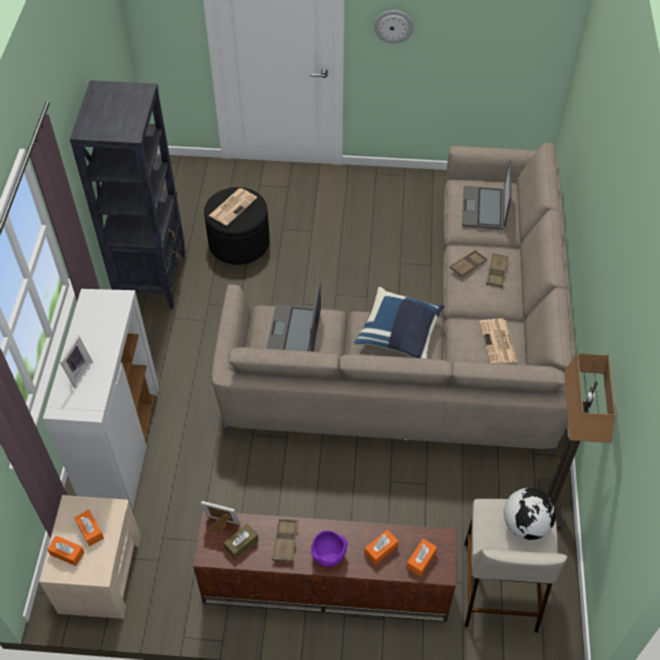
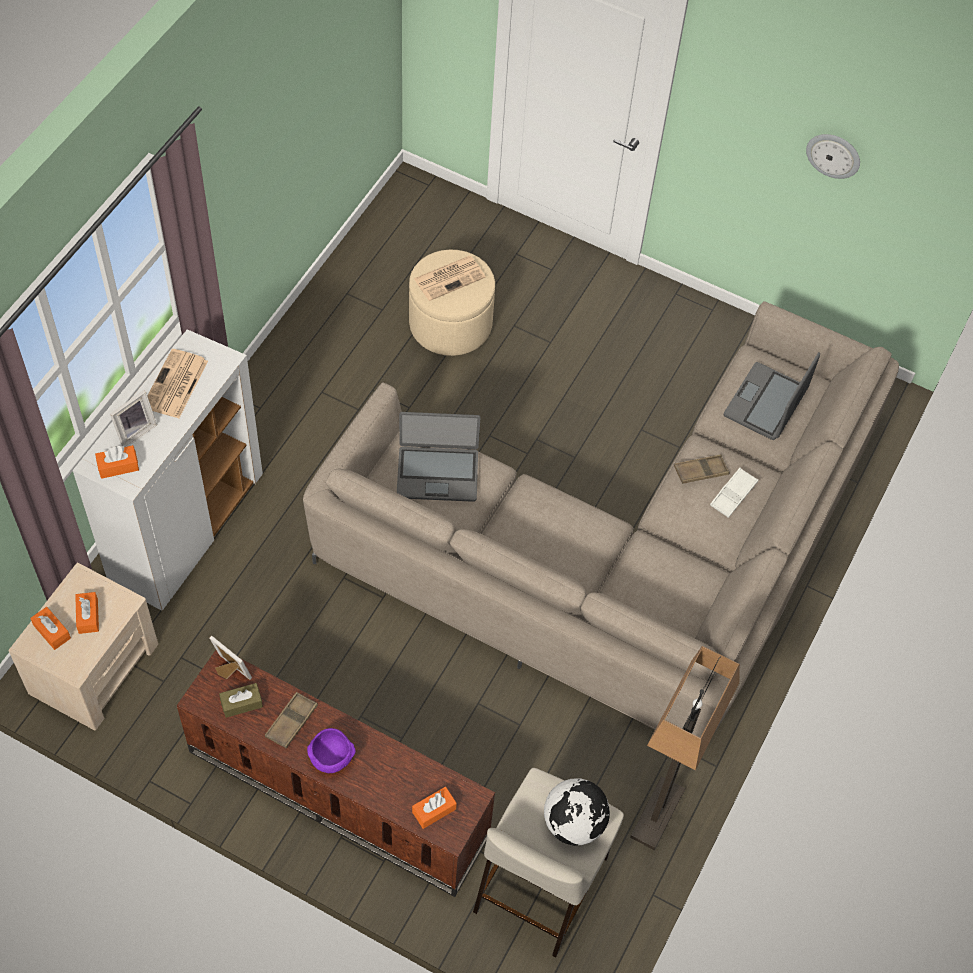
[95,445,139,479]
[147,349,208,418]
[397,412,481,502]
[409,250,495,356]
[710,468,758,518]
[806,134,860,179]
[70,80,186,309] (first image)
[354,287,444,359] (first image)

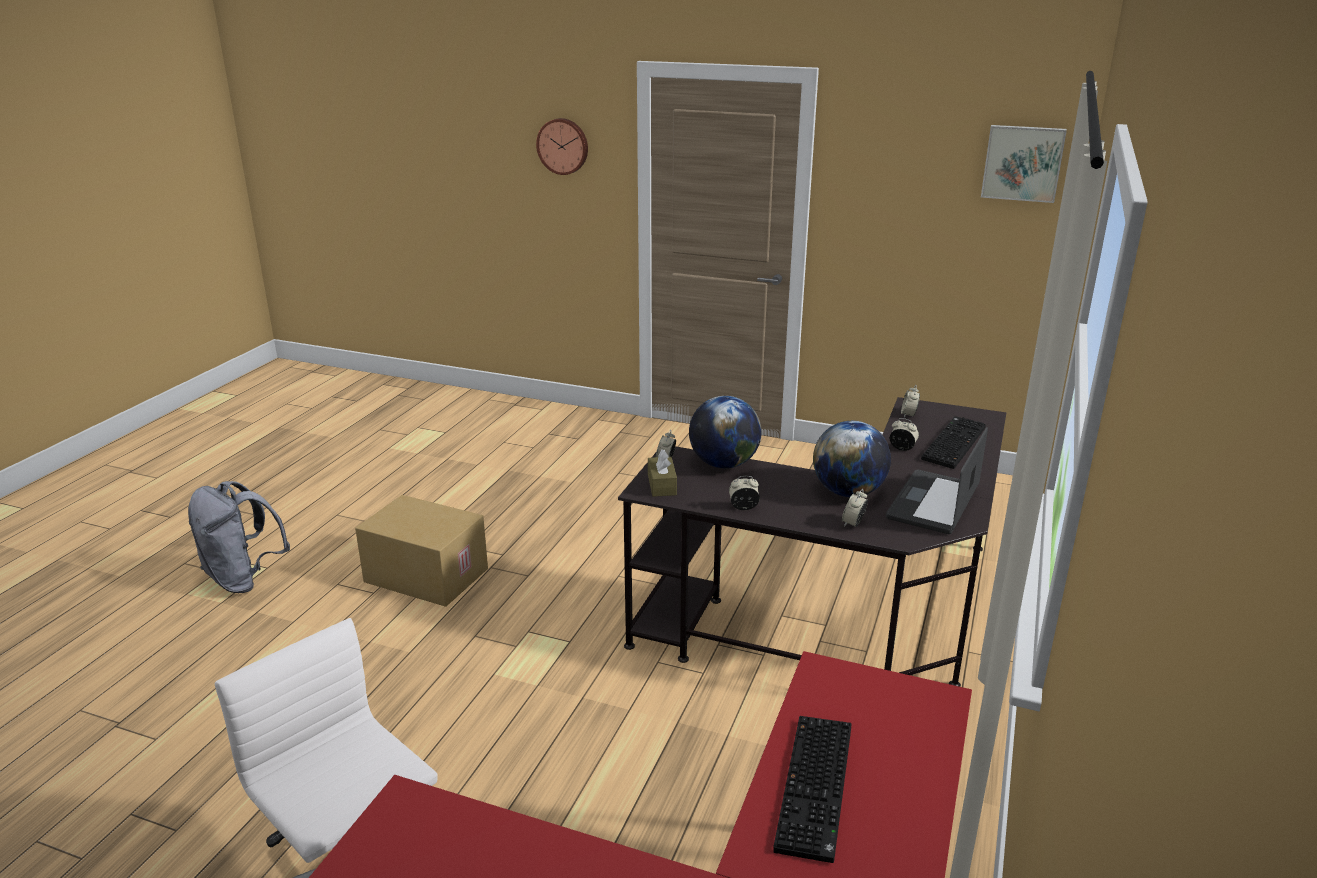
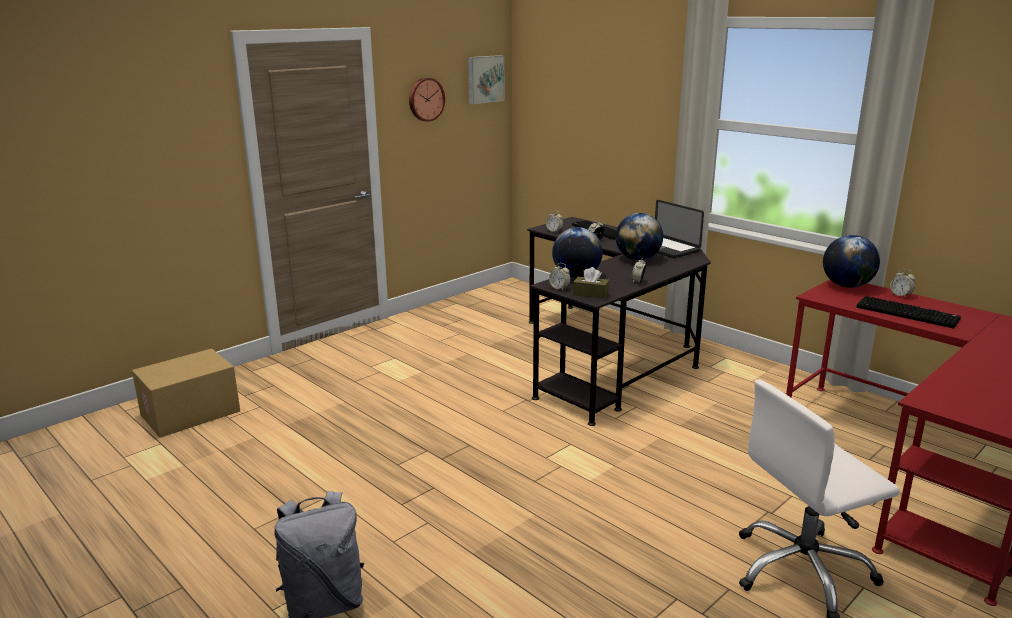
[132,349,240,438]
[409,78,445,122]
[823,235,880,288]
[890,269,915,298]

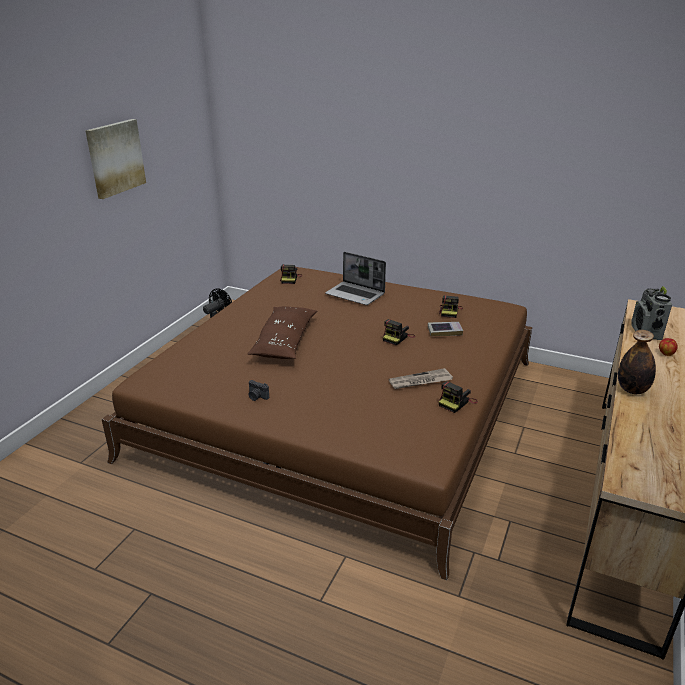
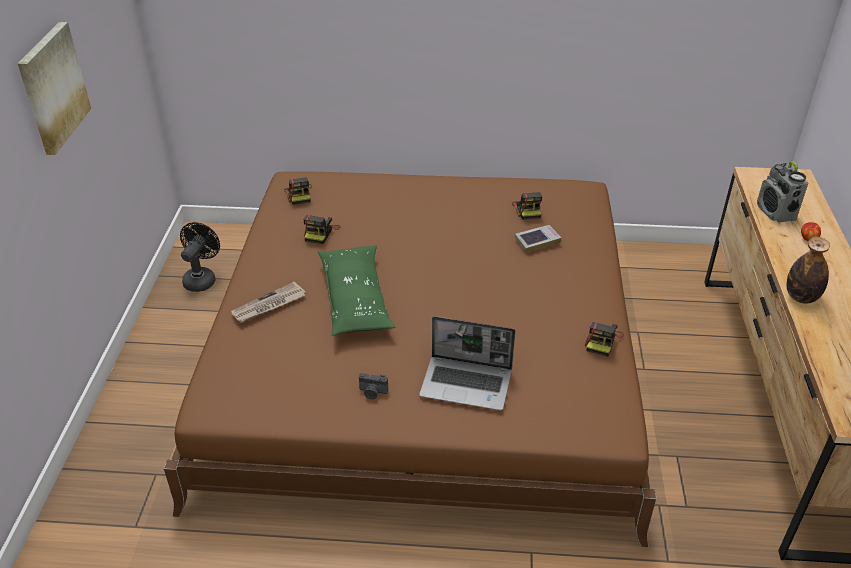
[231,281,306,323]
[304,215,341,244]
[318,246,395,336]
[419,316,515,411]

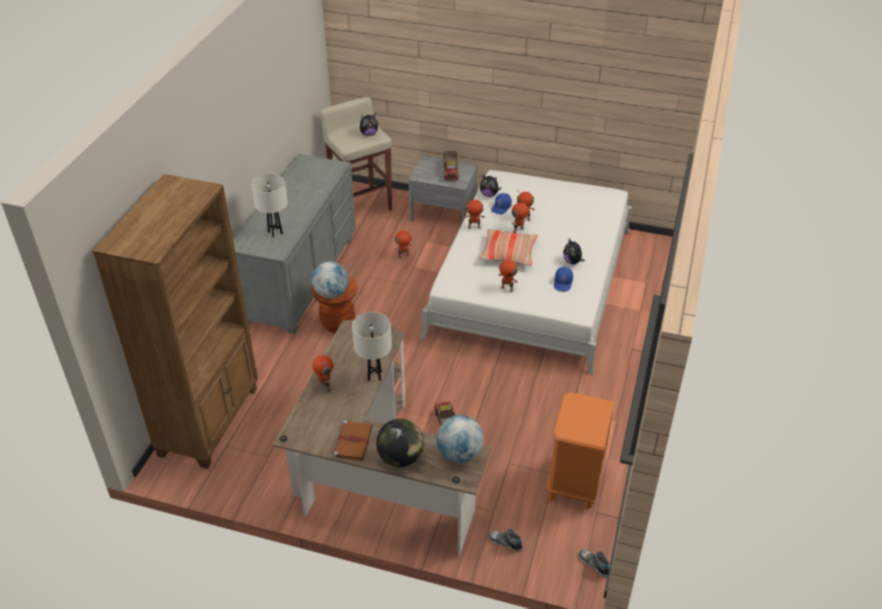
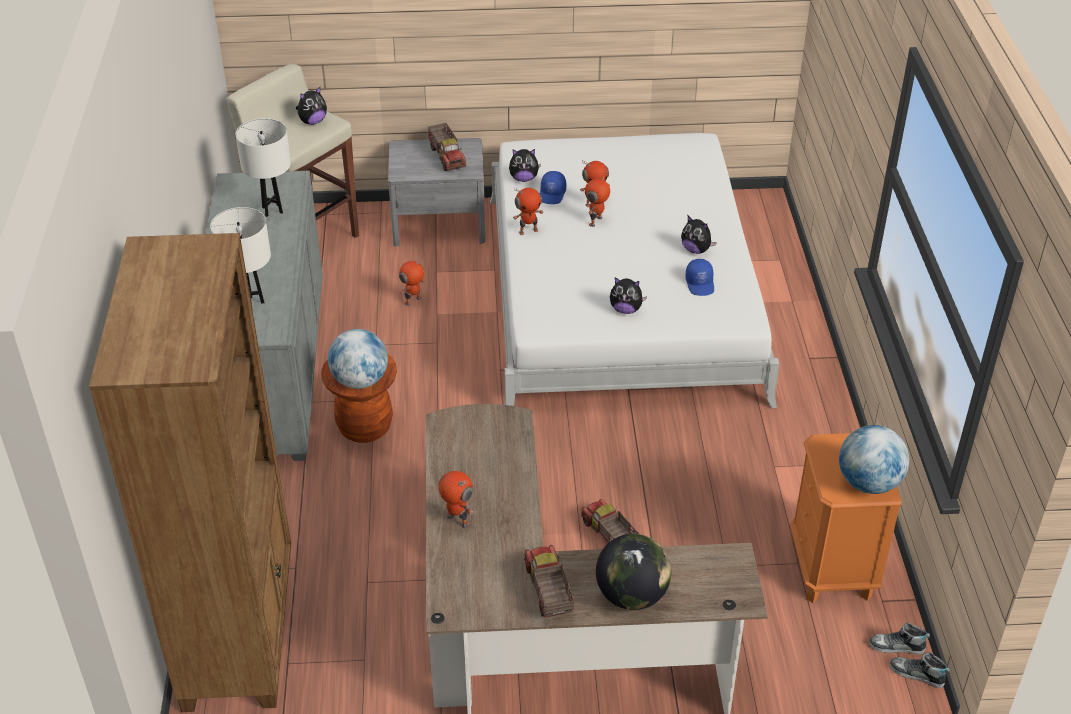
[235,118,291,217]
[524,545,574,618]
[610,277,647,314]
[839,425,909,494]
[869,623,930,655]
[479,229,538,266] (first image)

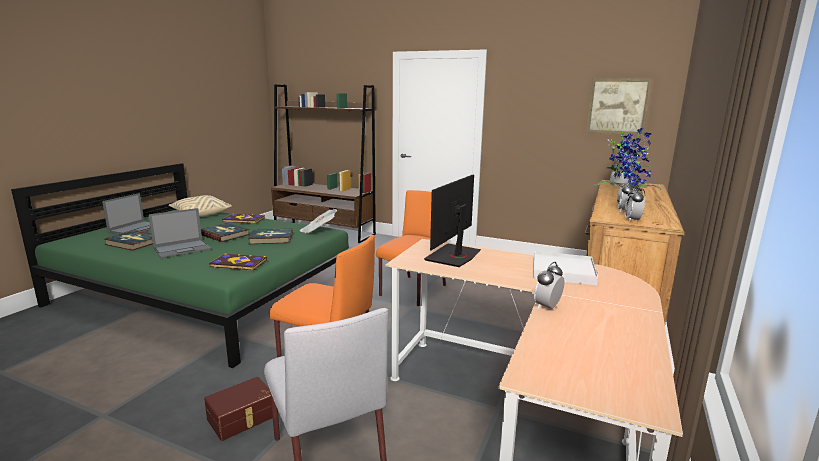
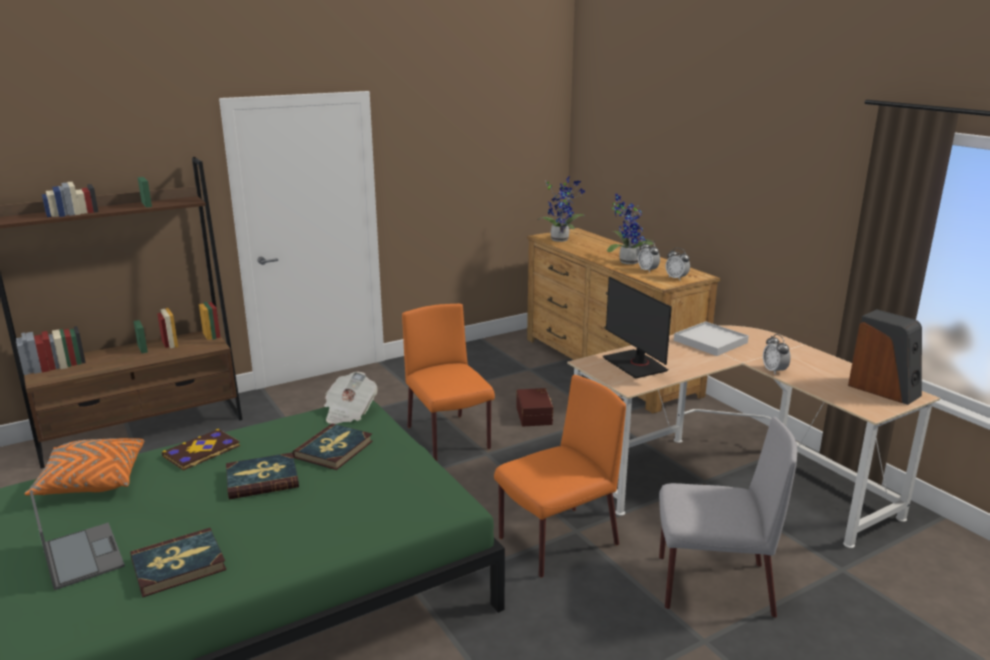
[25,438,144,495]
[516,388,553,426]
[848,309,922,405]
[148,208,211,258] (first image)
[209,253,267,271] (first image)
[586,78,652,136] (first image)

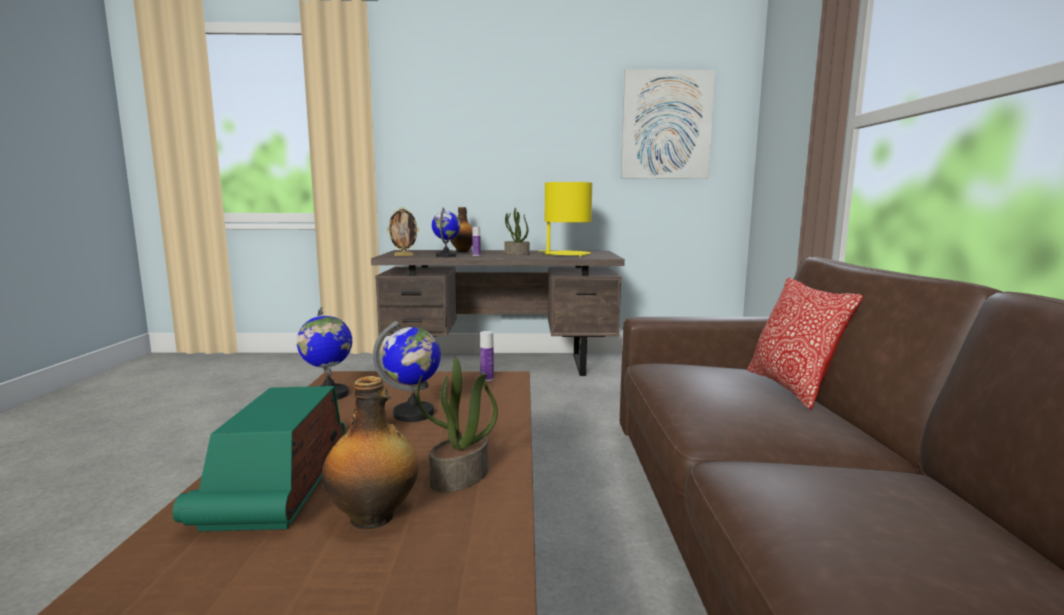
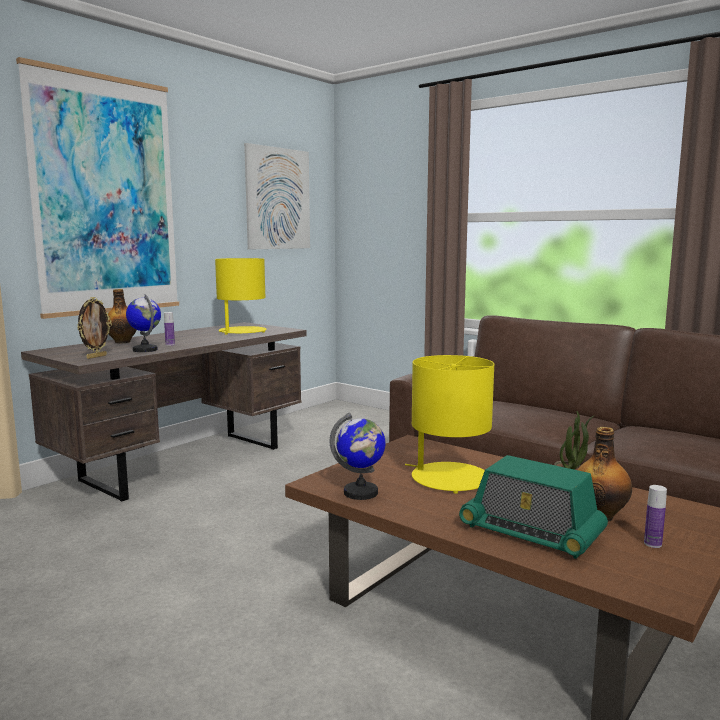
[16,57,179,319]
[405,355,494,494]
[644,485,667,548]
[504,208,530,255] (first image)
[747,278,863,410] (first image)

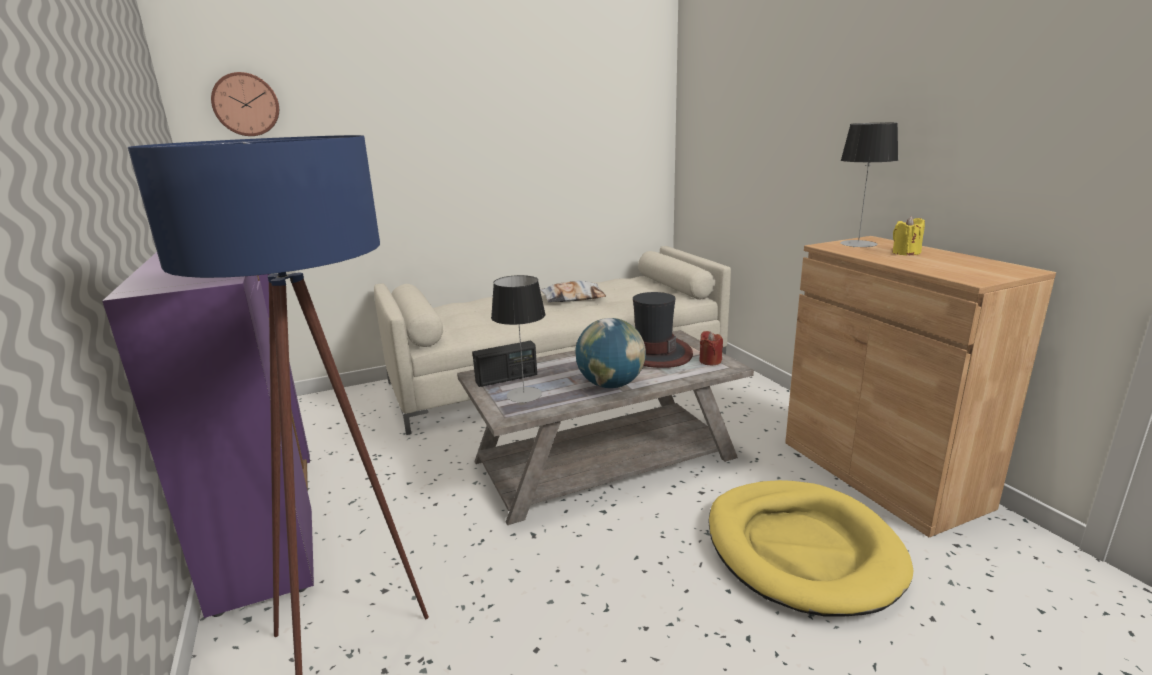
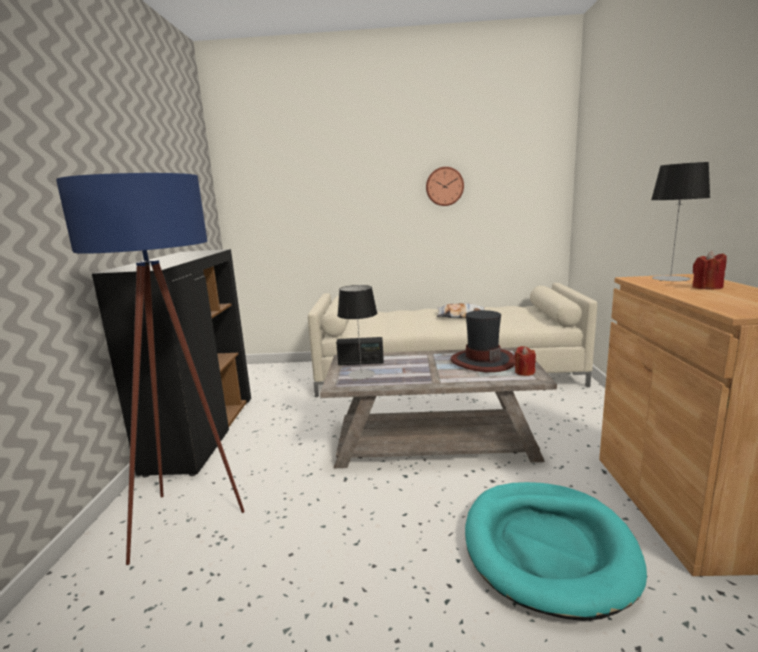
[92,249,251,478]
[426,167,464,206]
[465,482,647,621]
[692,251,727,289]
[575,318,646,388] (first image)

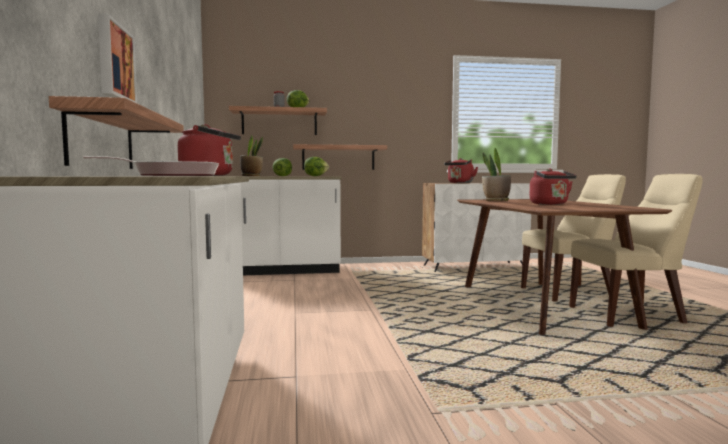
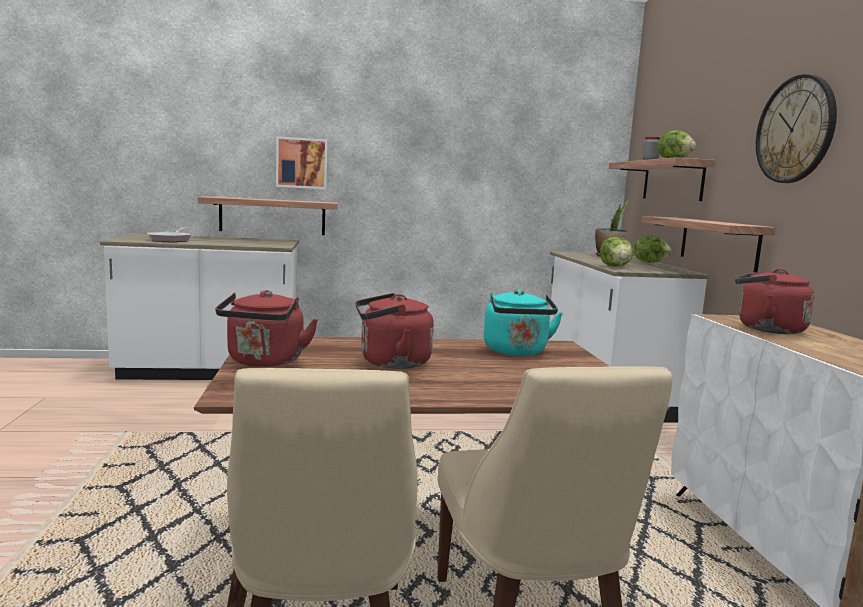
[215,290,318,367]
[484,289,563,356]
[756,74,837,183]

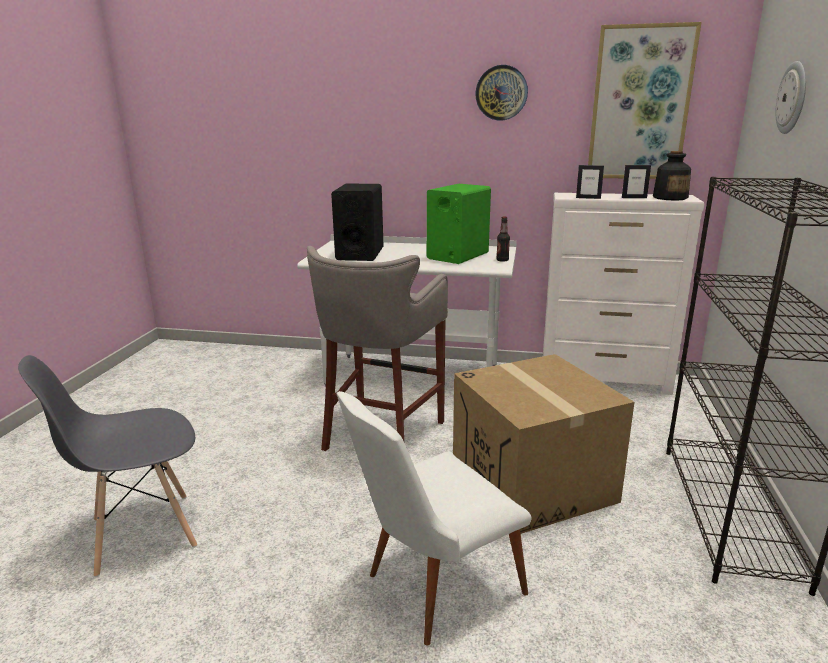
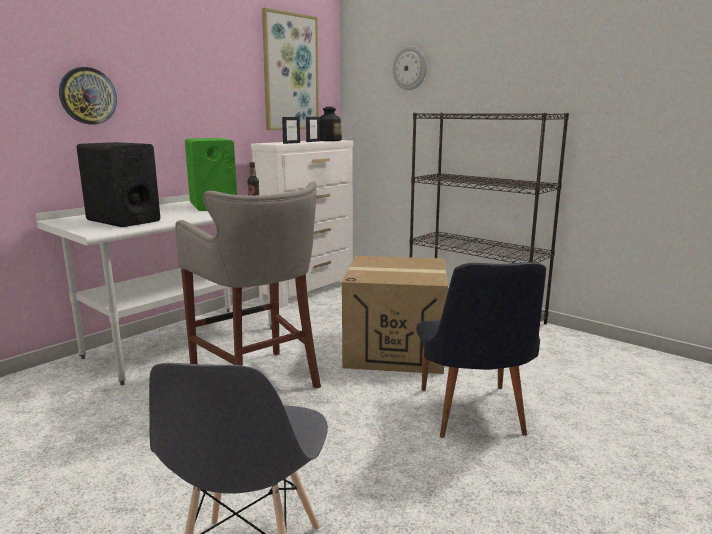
[59,67,117,125]
[416,262,546,438]

